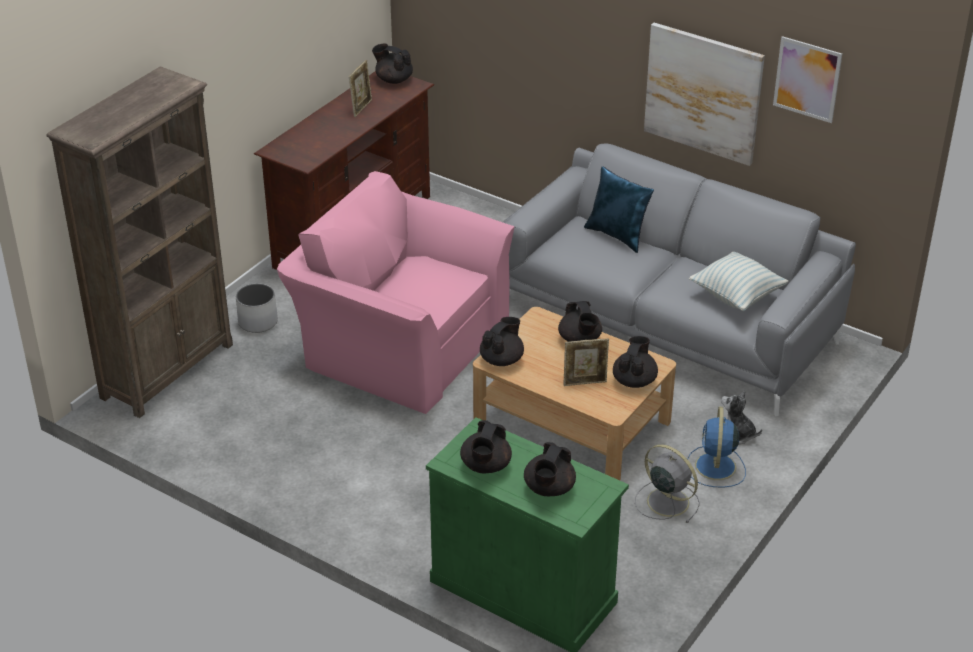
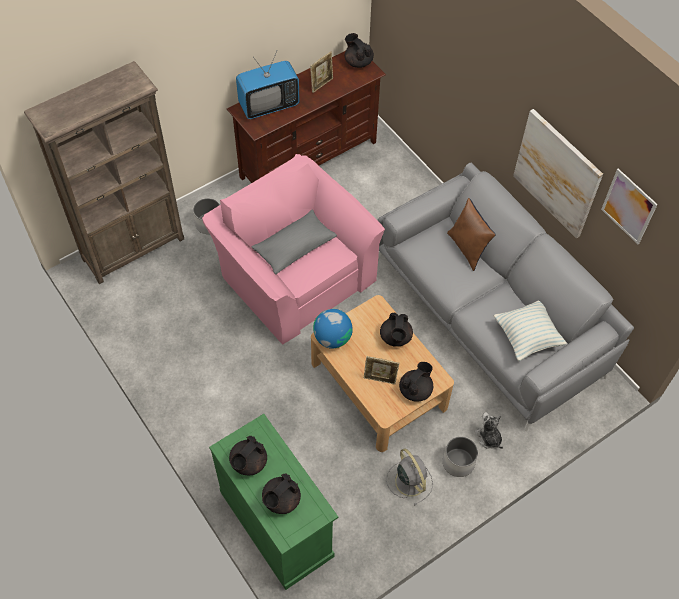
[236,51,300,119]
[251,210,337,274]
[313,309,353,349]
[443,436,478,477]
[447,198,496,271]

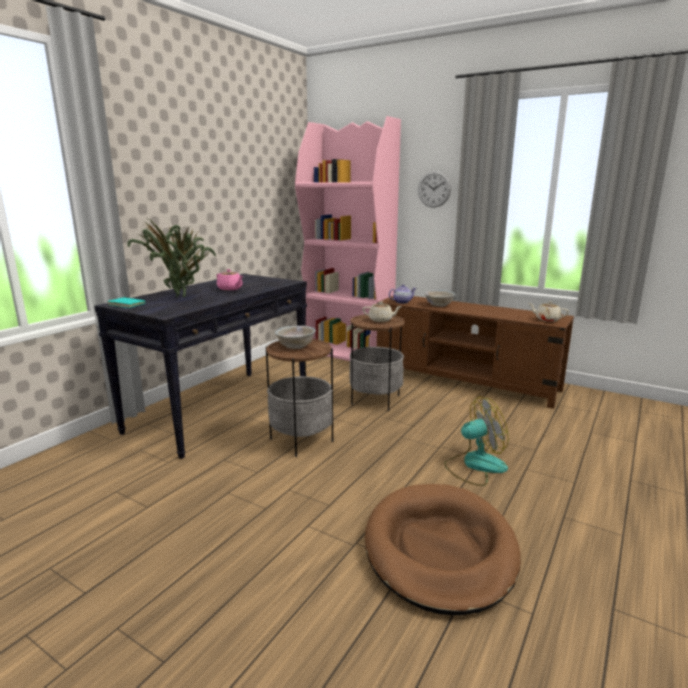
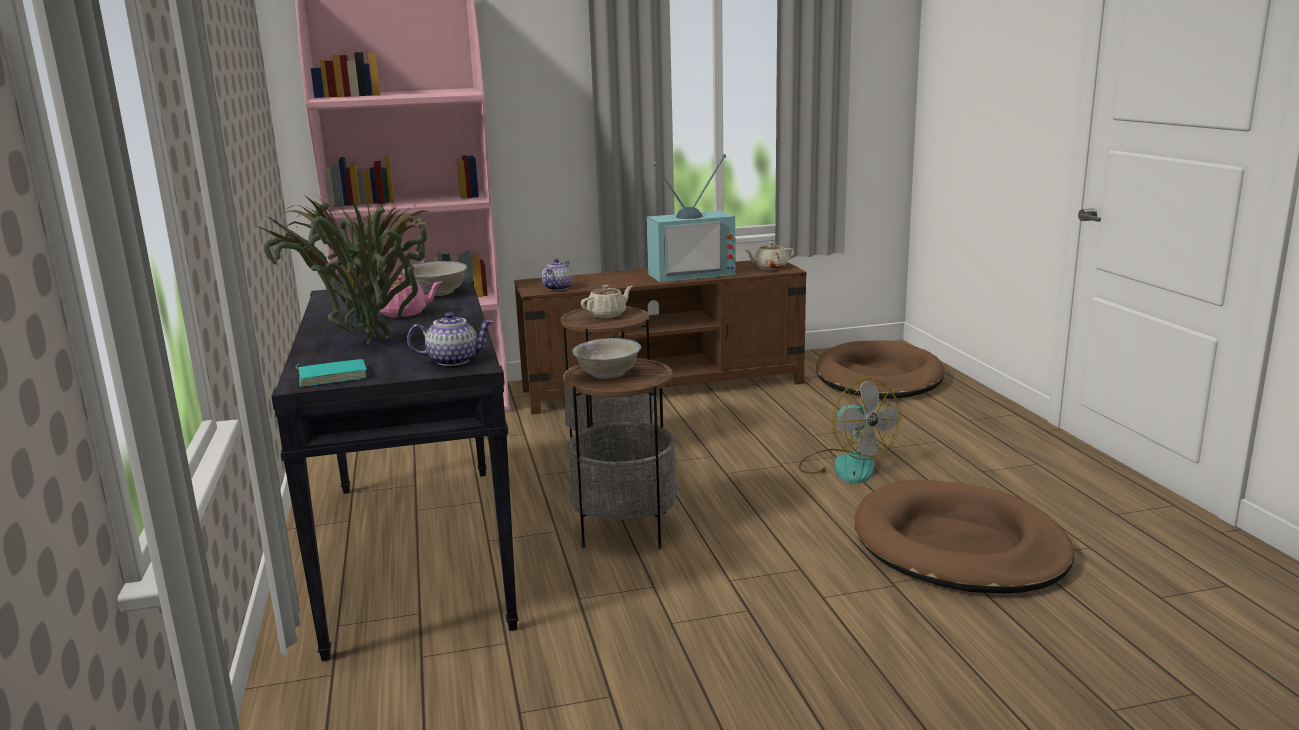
[402,261,467,296]
[407,312,493,366]
[646,154,736,282]
[799,378,901,483]
[816,340,945,399]
[418,171,451,208] (first image)

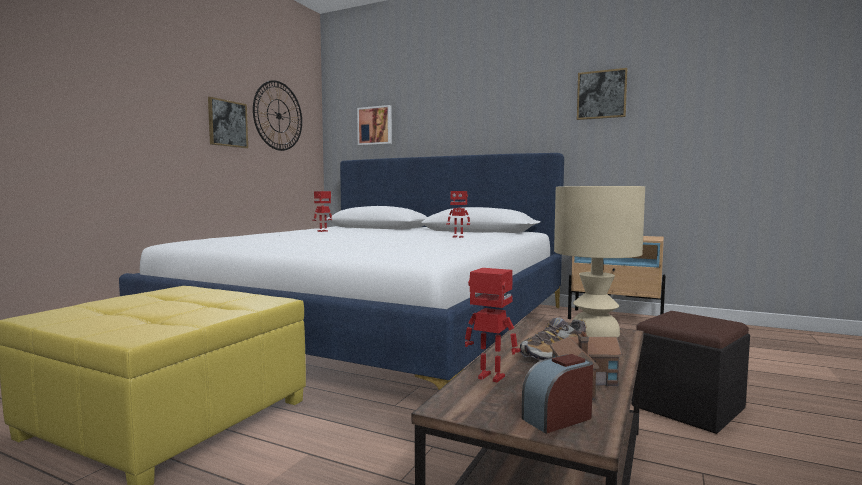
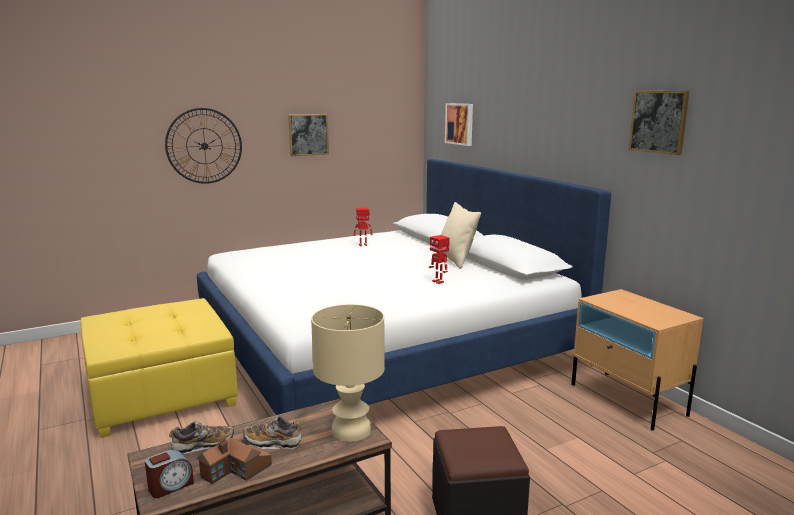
[145,450,194,498]
[165,108,242,184]
[169,421,234,454]
[441,202,481,269]

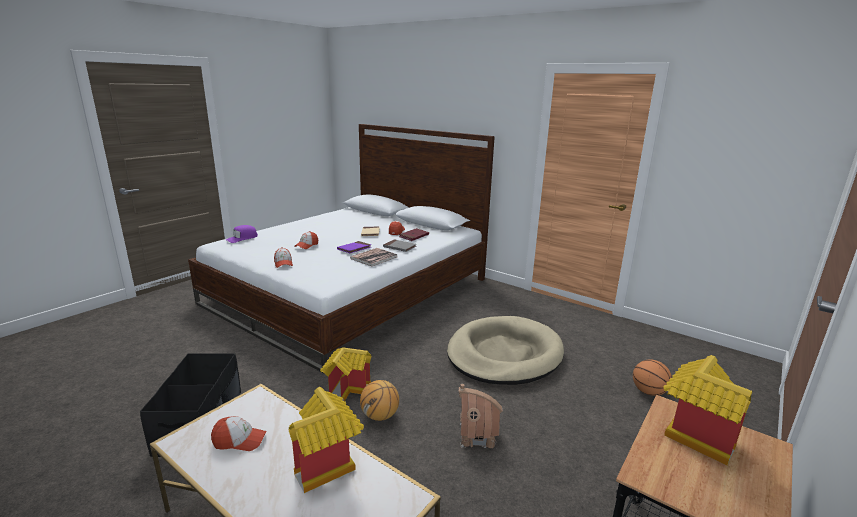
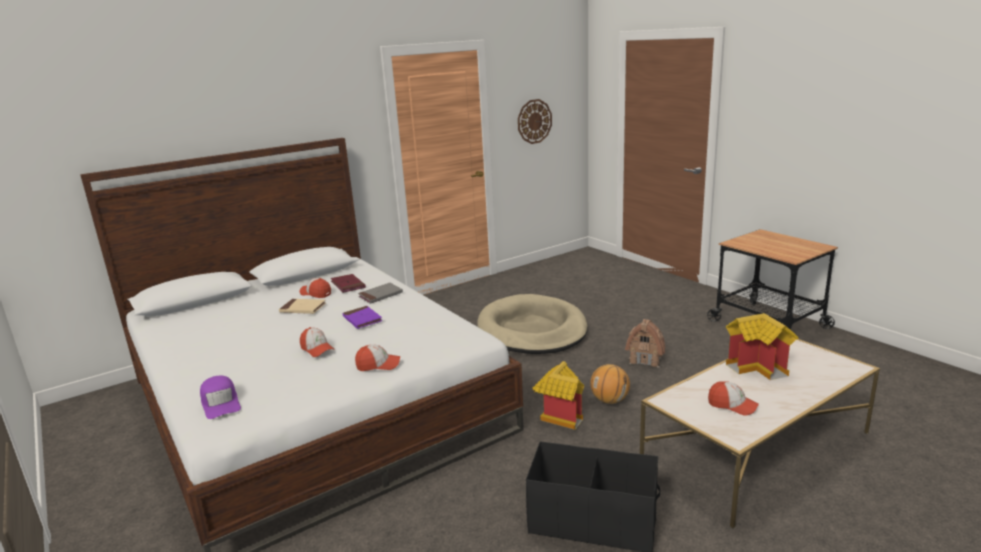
[518,99,552,144]
[708,381,759,416]
[350,248,398,267] (first image)
[633,360,672,396] (first image)
[664,355,752,465] (first image)

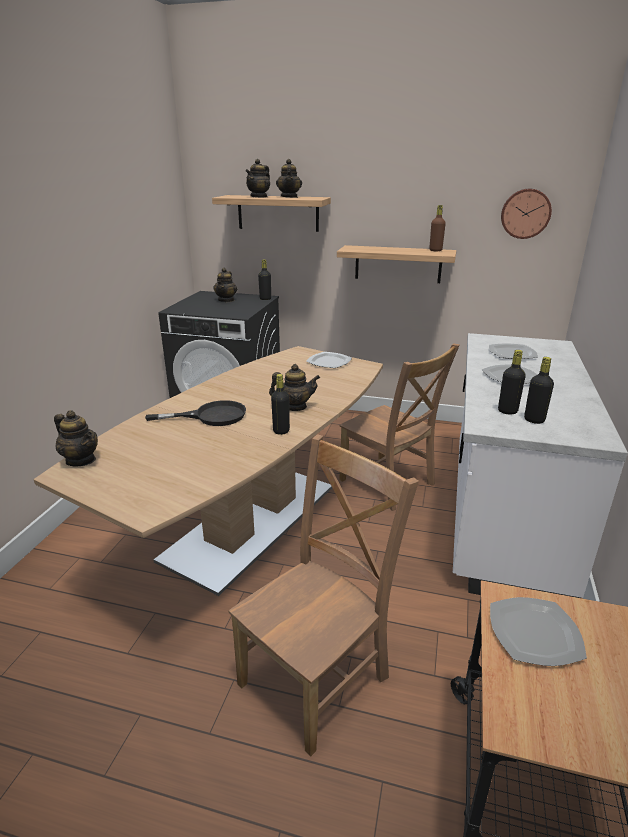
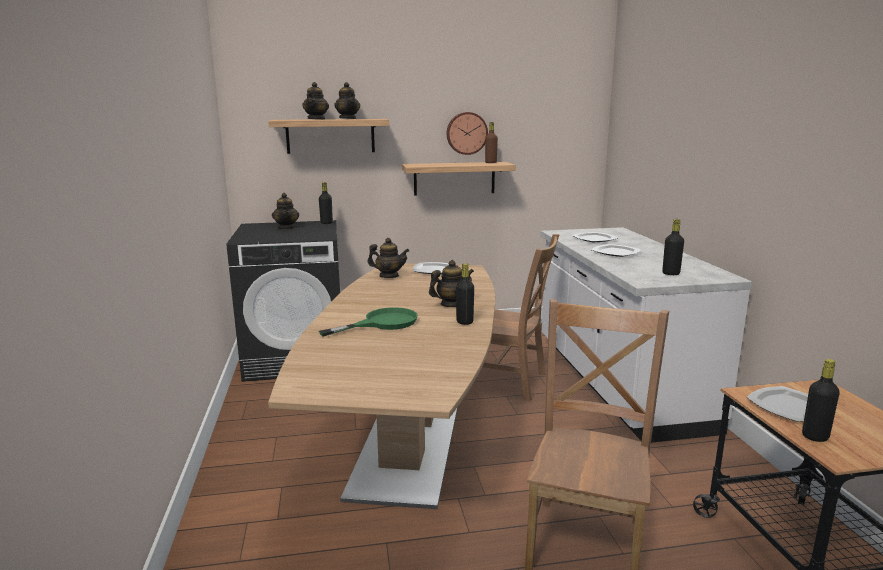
[319,307,418,337]
[368,238,409,278]
[447,112,488,155]
[802,359,840,442]

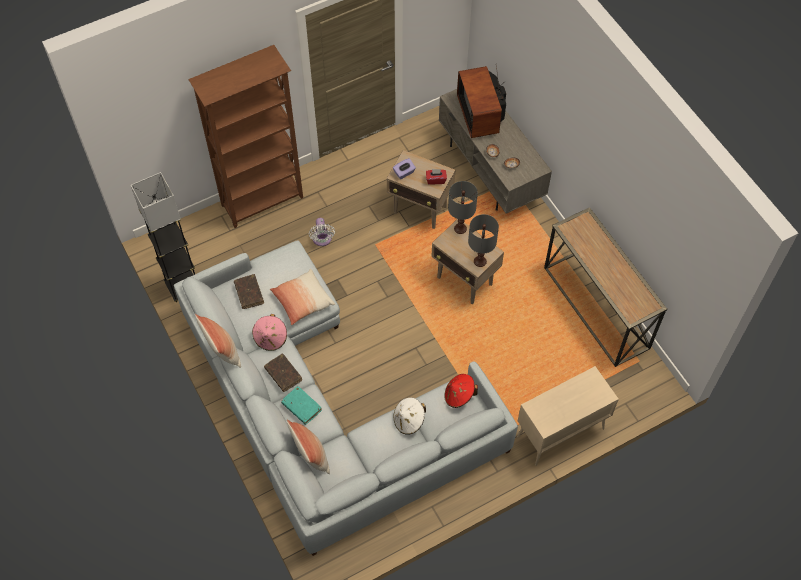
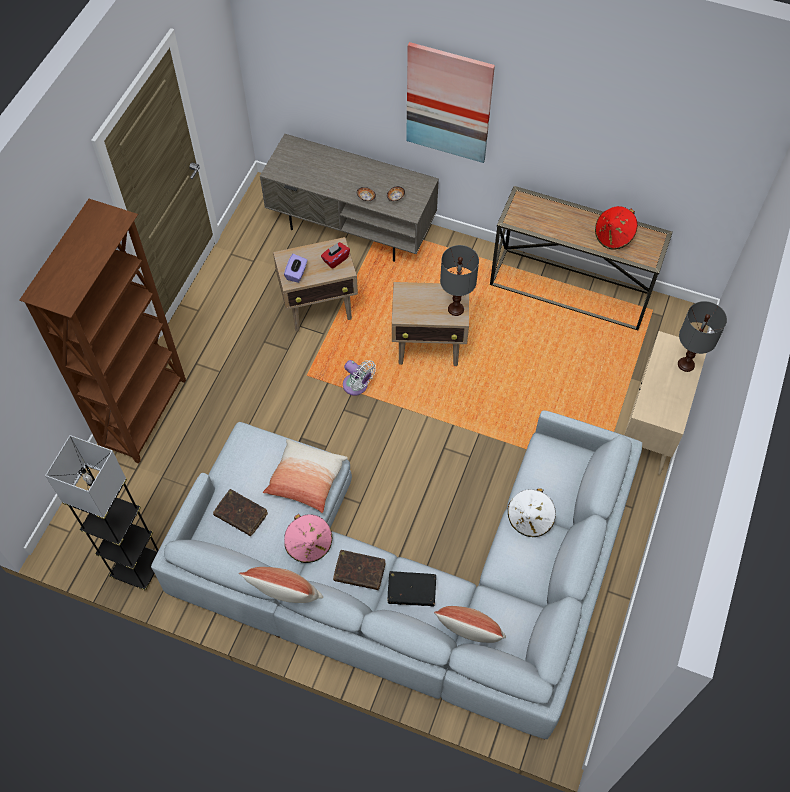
[343,360,376,396]
[387,571,436,607]
[406,42,495,163]
[595,206,638,250]
[678,301,727,372]
[457,66,506,138] (first image)

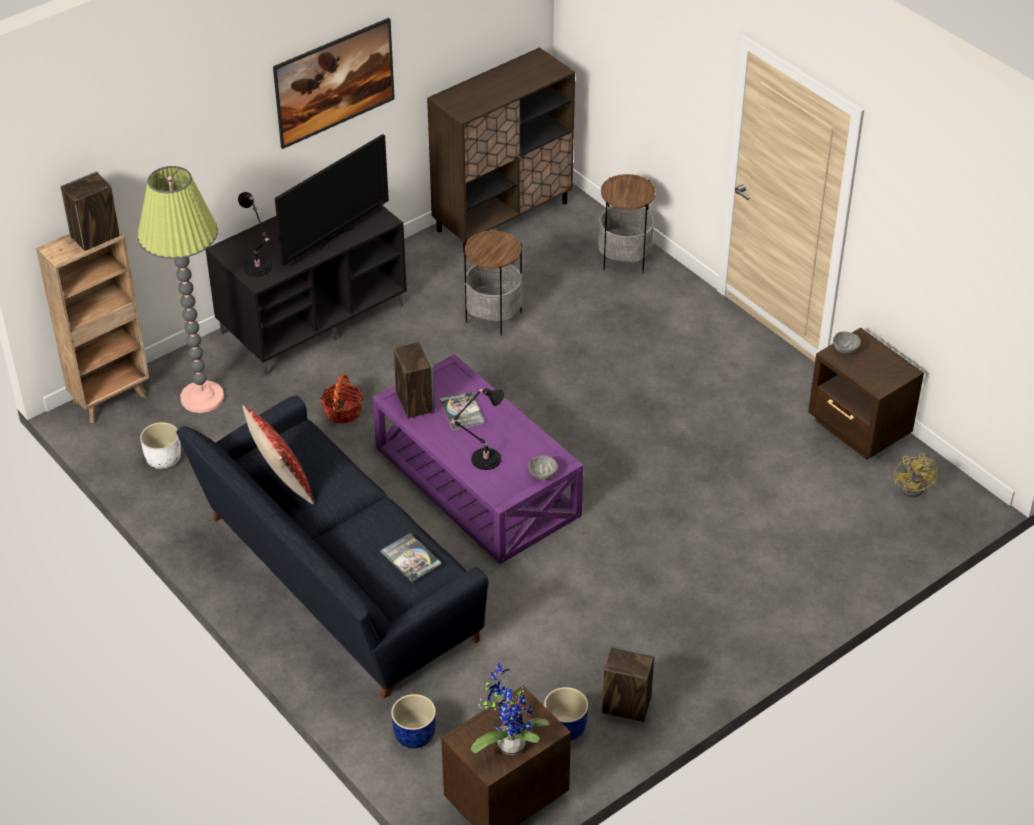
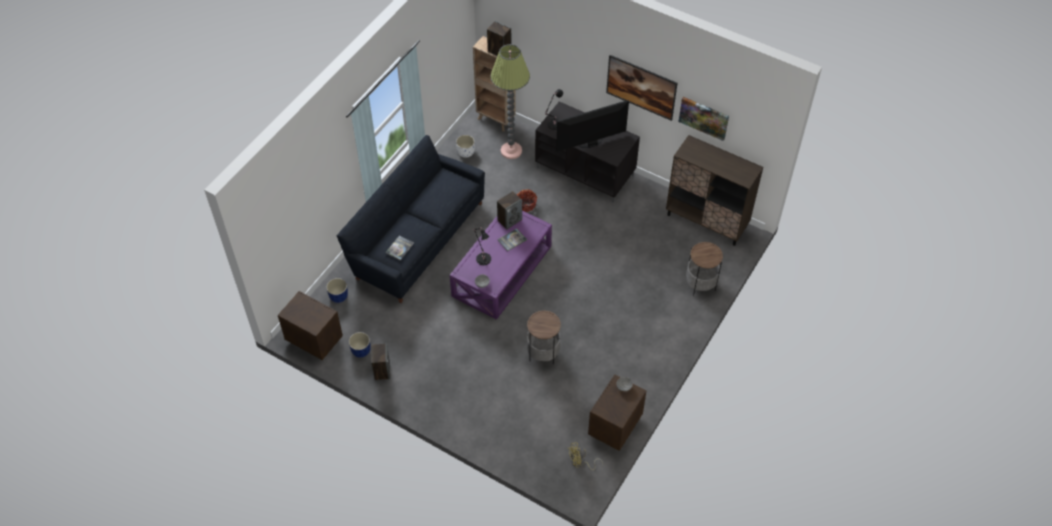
[527,311,561,365]
[556,100,629,152]
[679,97,729,141]
[243,405,314,504] (first image)
[471,663,550,755] (first image)

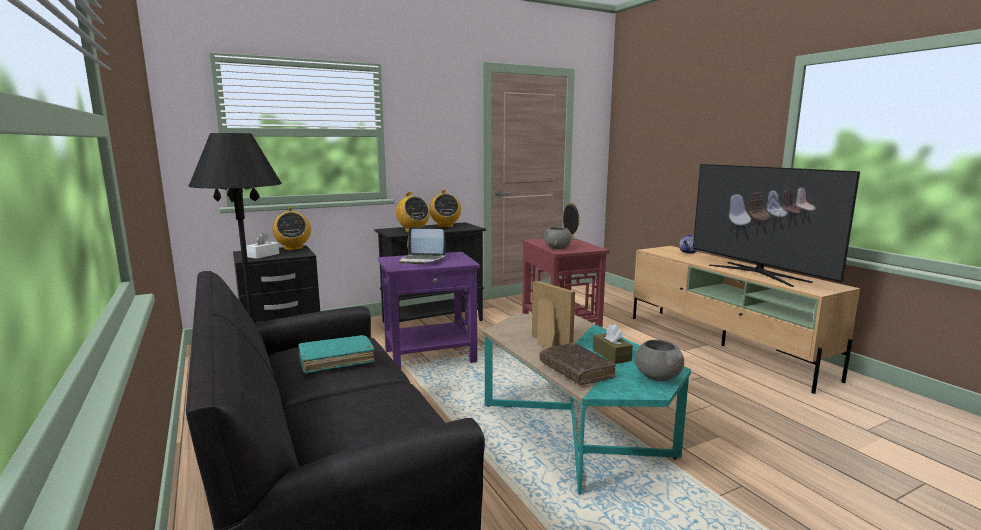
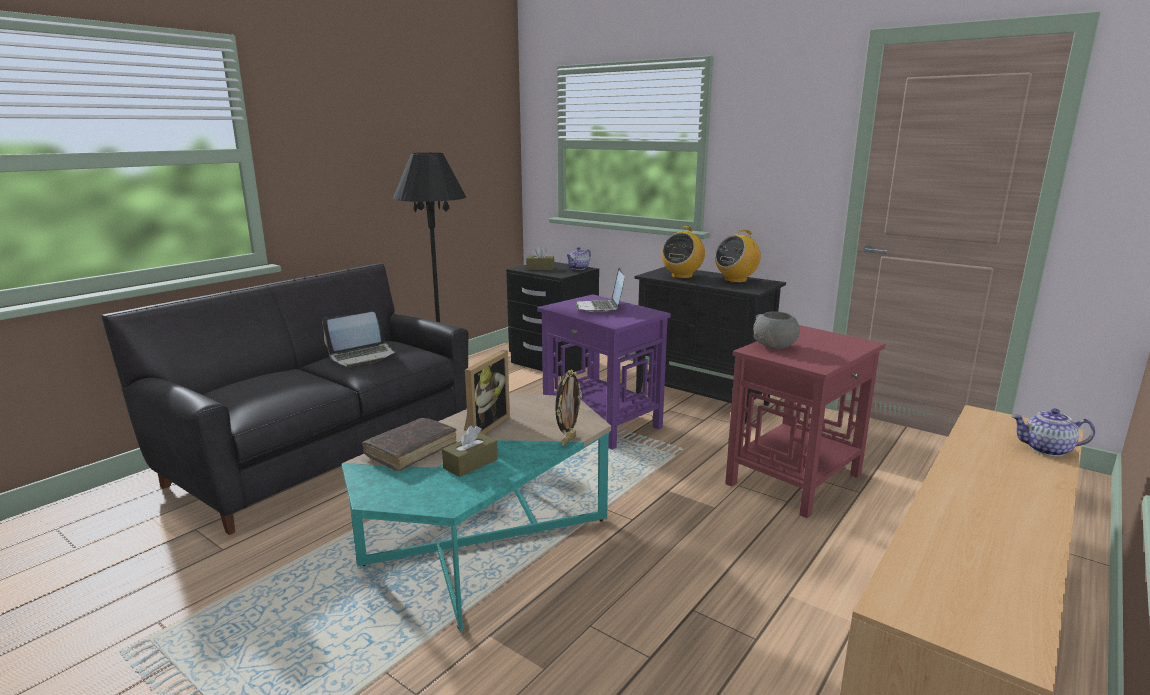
[322,312,398,367]
[526,246,554,270]
[555,369,582,446]
[566,247,591,270]
[635,340,684,381] (first image)
[693,164,860,287] (first image)

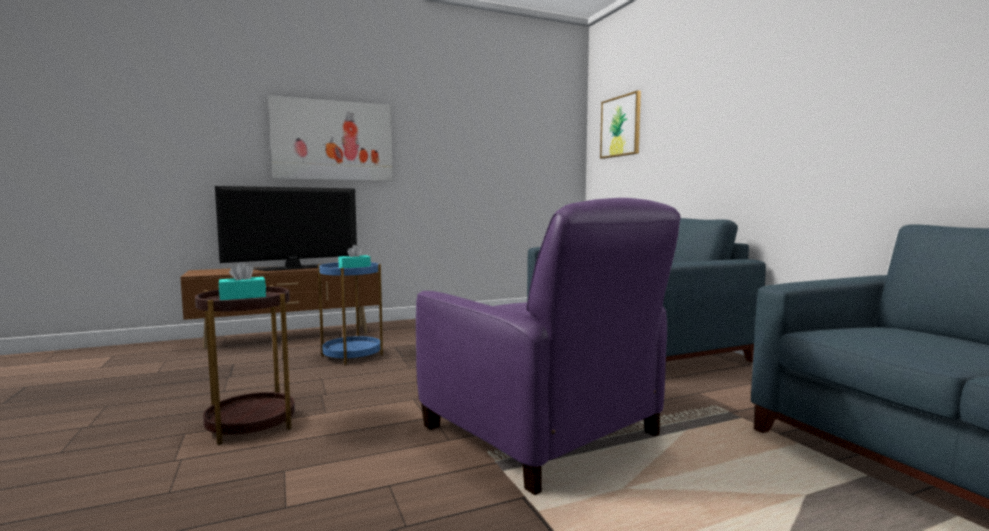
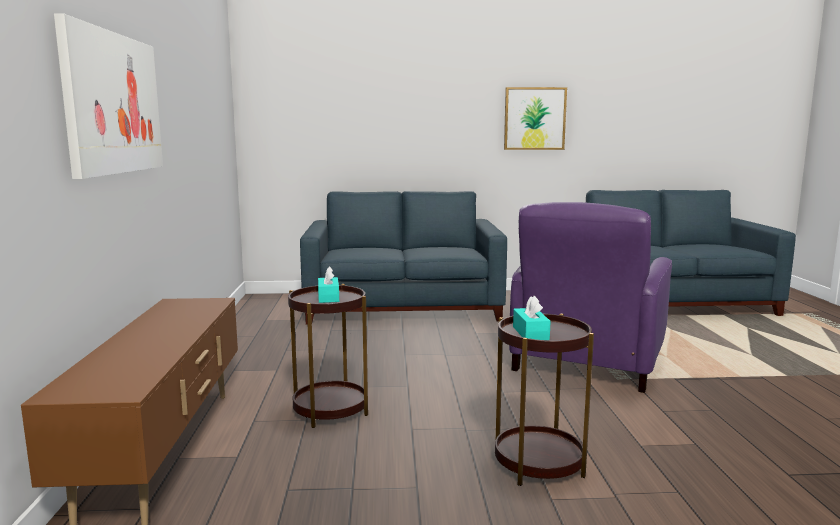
[288,284,368,428]
[504,87,567,150]
[509,202,672,393]
[215,186,357,271] (first image)

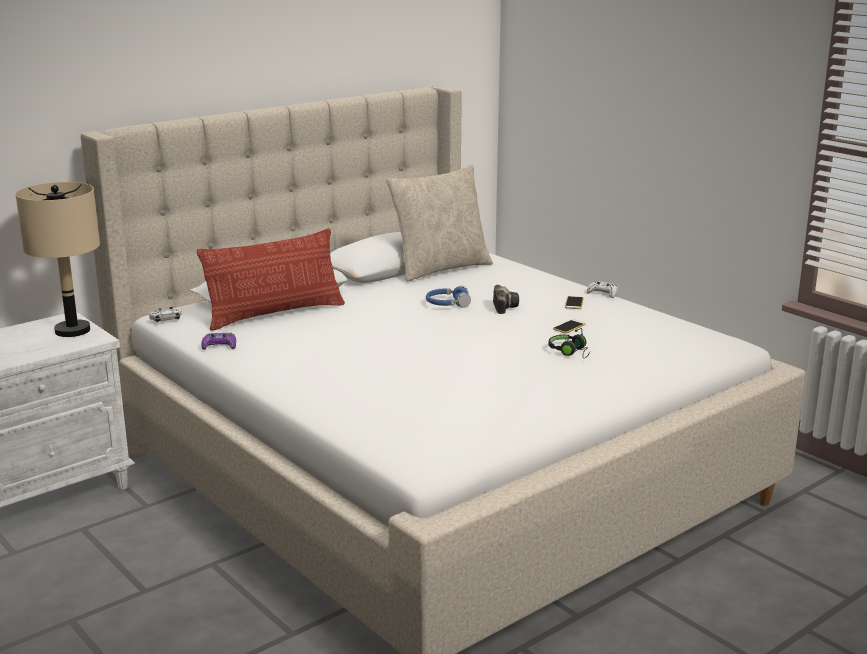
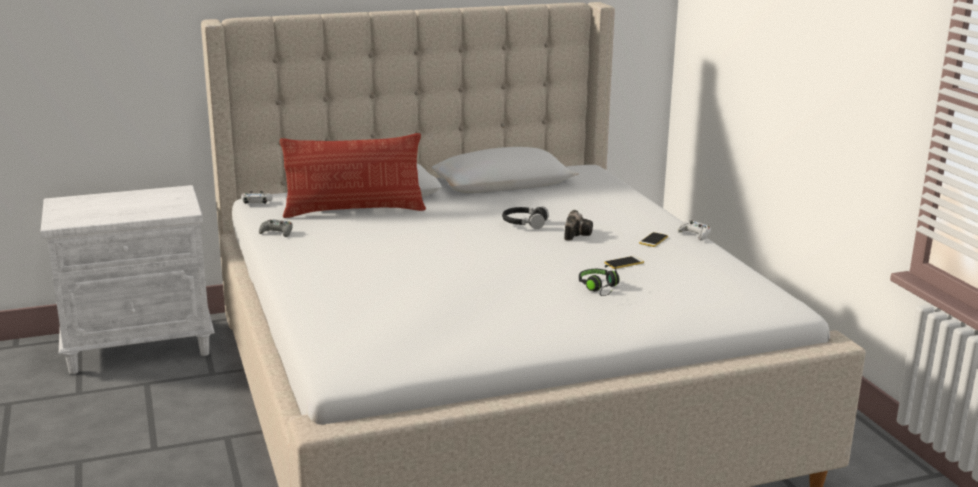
[259,219,293,237]
[502,206,549,229]
[15,182,100,337] (first image)
[386,164,493,282] (first image)

